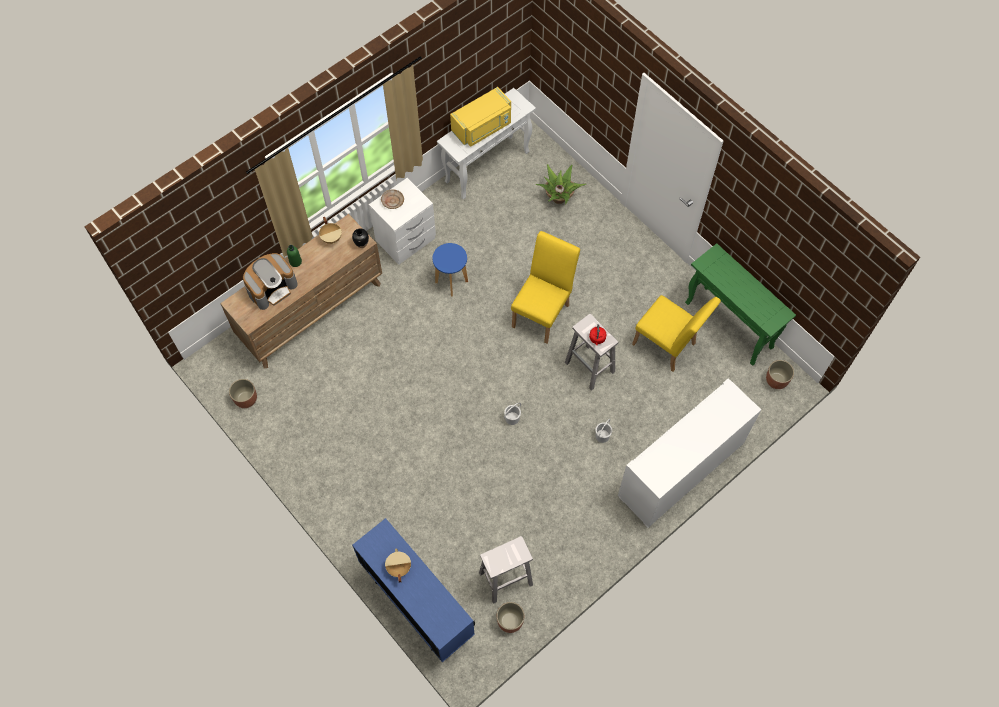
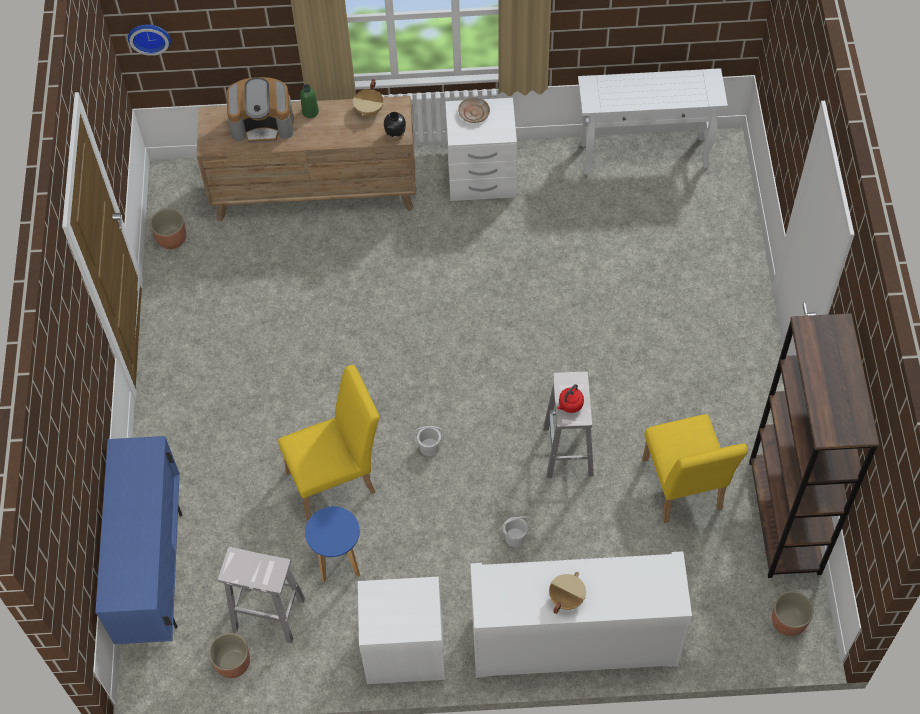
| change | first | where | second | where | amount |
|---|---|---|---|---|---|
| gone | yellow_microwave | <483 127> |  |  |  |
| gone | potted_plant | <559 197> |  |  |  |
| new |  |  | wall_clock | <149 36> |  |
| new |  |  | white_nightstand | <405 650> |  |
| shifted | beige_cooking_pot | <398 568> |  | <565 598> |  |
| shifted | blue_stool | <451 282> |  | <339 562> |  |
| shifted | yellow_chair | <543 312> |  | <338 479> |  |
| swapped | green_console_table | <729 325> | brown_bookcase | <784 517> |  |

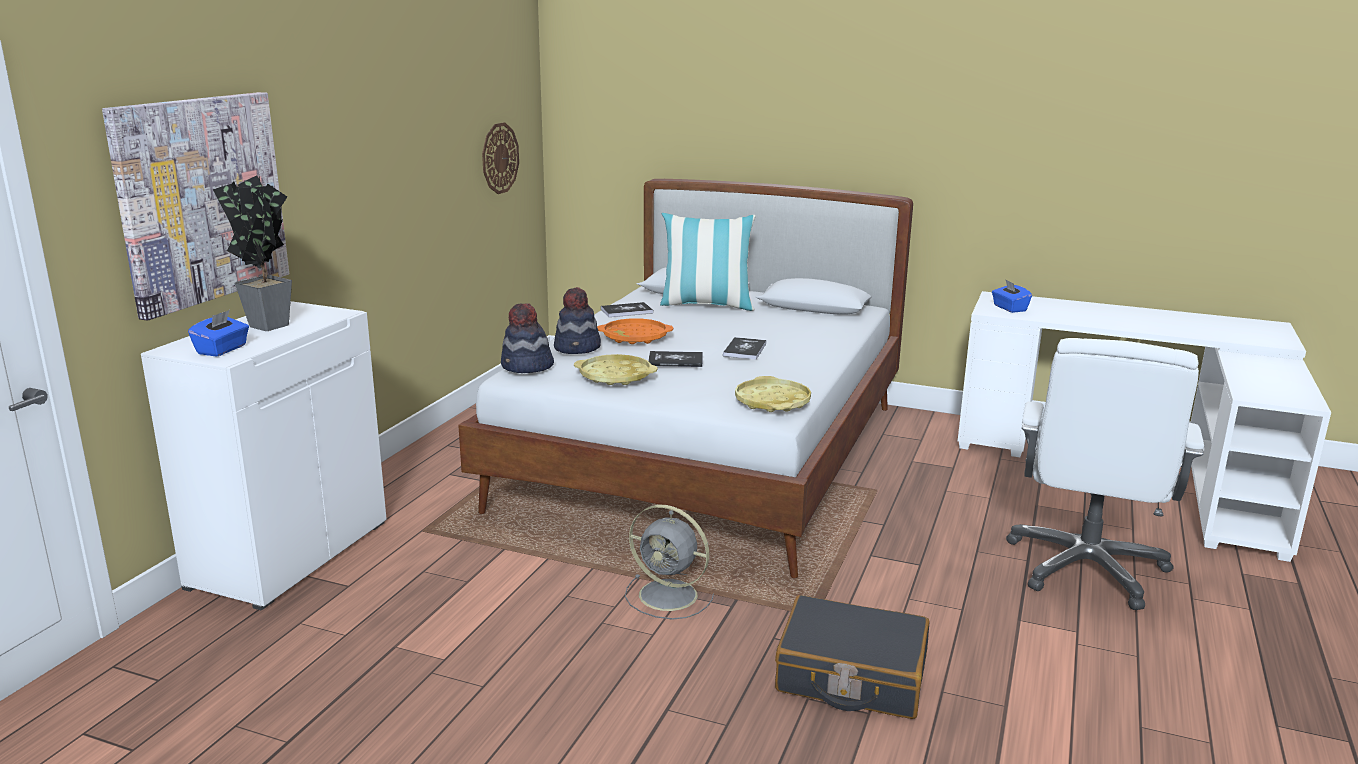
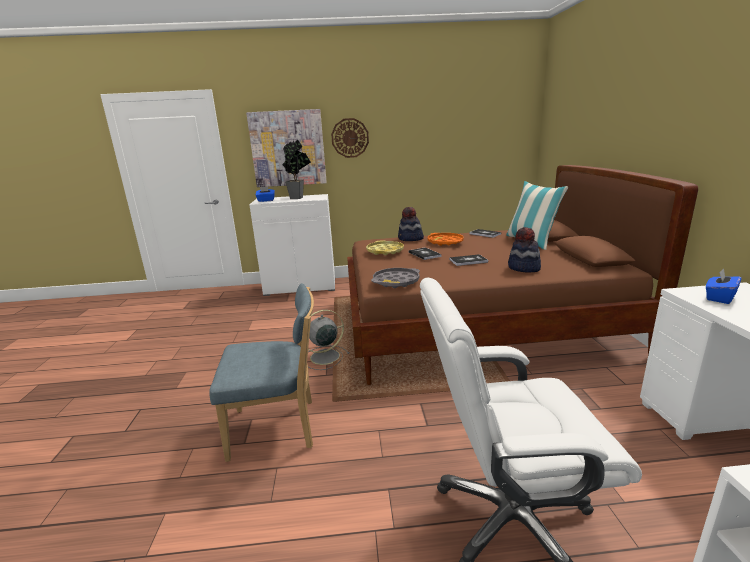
| change | first | where | second | where | amount |
|---|---|---|---|---|---|
| shifted | wall_clock | <499 158> |  | <350 138> |  |
| shifted | hat | <527 367> |  | <523 268> |  |
| swapped | black_suitcase | <851 676> | blue_chair | <278 428> |  |
| repainted | white_bed | <708 457> | brown_bed | <477 325> |  |
| repainted | yellow_tray | <772 402> | grey_tray | <396 281> |  |
| rotated | grey_fan | <670 596> |  | <323 357> | 60 degrees clockwise |

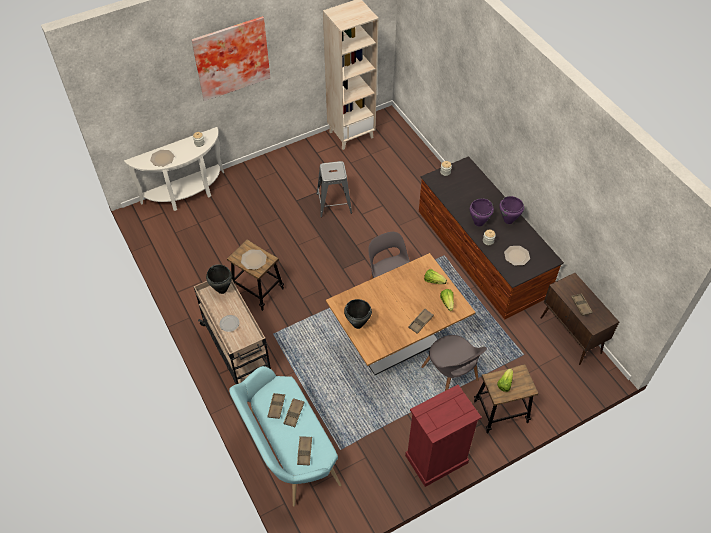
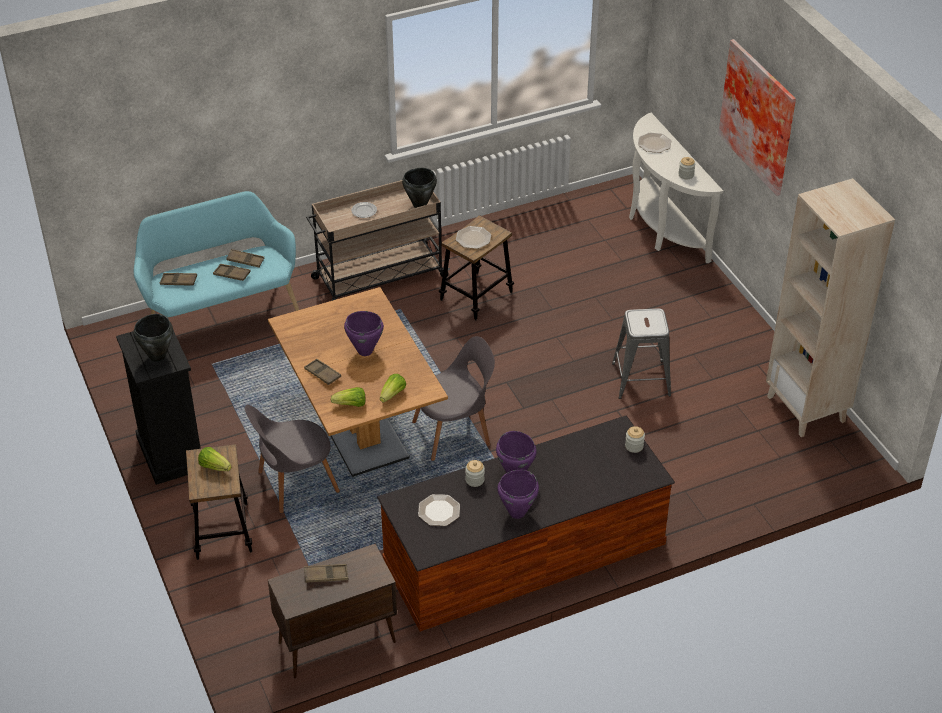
| change | first | where | second | where | amount |
|---|---|---|---|---|---|
| new |  |  | purple_cooking_pot | <365 351> |  |
| shifted | black_cooking_pot | <358 324> |  | <157 356> |  |
| repainted | red_dresser | <436 459> | black_dresser | <170 453> |  |

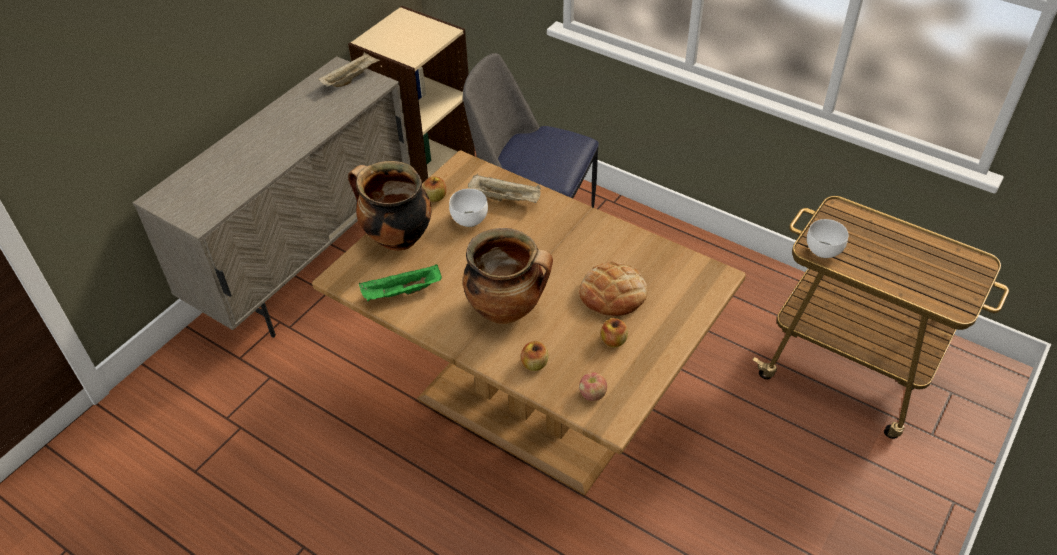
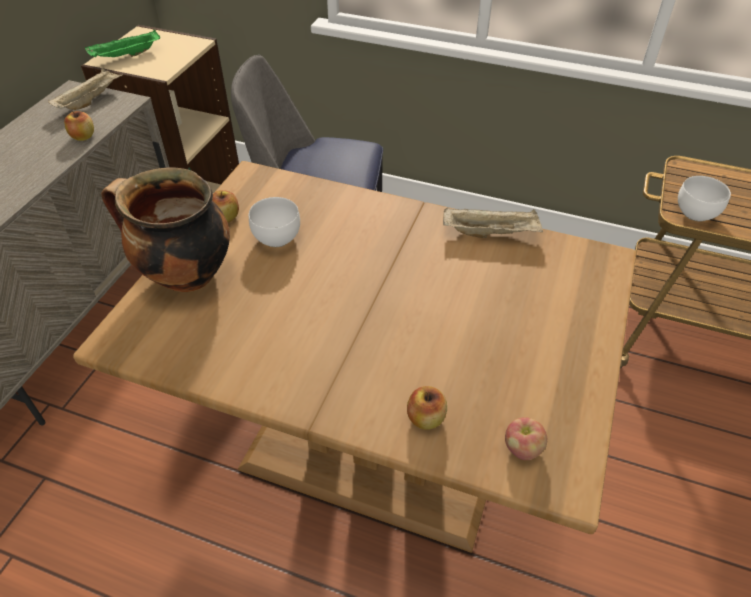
| change | first | where | second | where | amount |
|---|---|---|---|---|---|
| gone | cooking_pot | <507 309> |  |  |  |
| gone | bread | <613 293> |  |  |  |
| shifted | green_tray | <401 293> |  | <126 56> |  |
| shifted | beige_tray | <506 198> |  | <491 233> |  |
| shifted | apple | <613 341> |  | <83 136> |  |

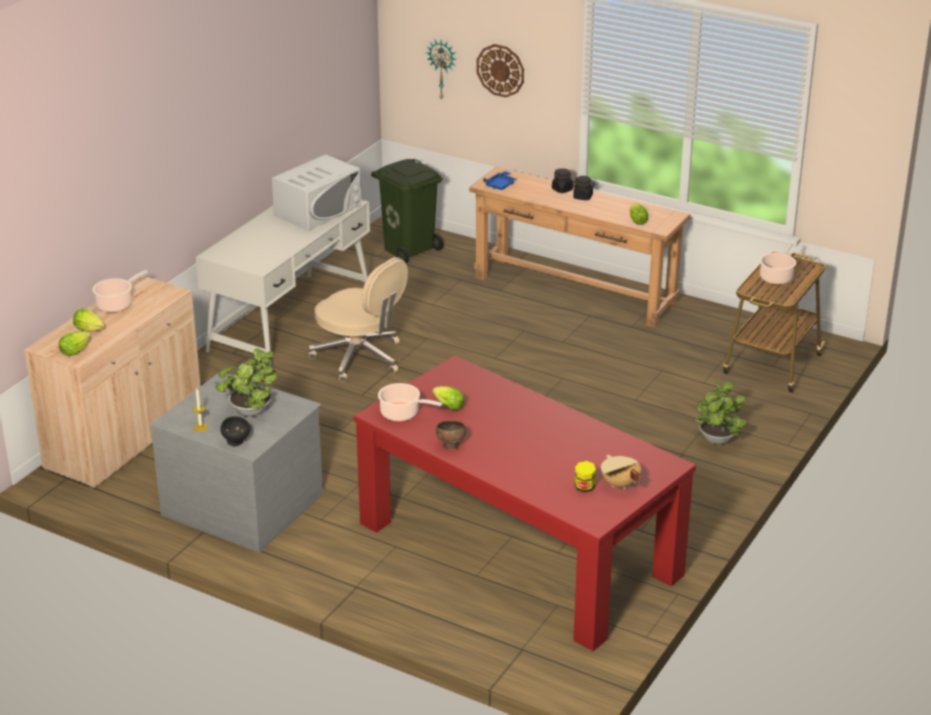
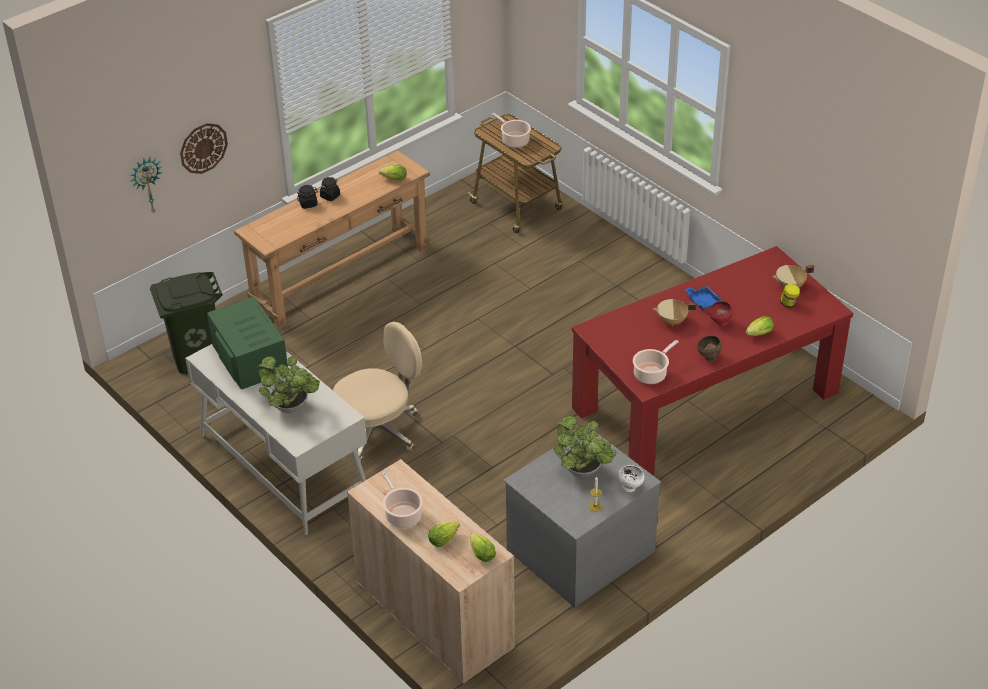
| change | first | where | second | where | amount |
|---|---|---|---|---|---|
| new |  |  | beige_cooking_pot | <672 321> |  |
| new |  |  | red_bowl | <720 323> |  |
| shifted | lettuce | <447 406> |  | <758 334> |  |
| shifted | blue_tray | <501 185> |  | <702 301> |  |
| shifted | potted_plant | <717 441> |  | <292 407> |  |
| repainted | black_bowl | <236 443> | white_bowl | <630 487> |  |
| repainted | white_microwave | <318 210> | green_microwave | <250 358> |  |

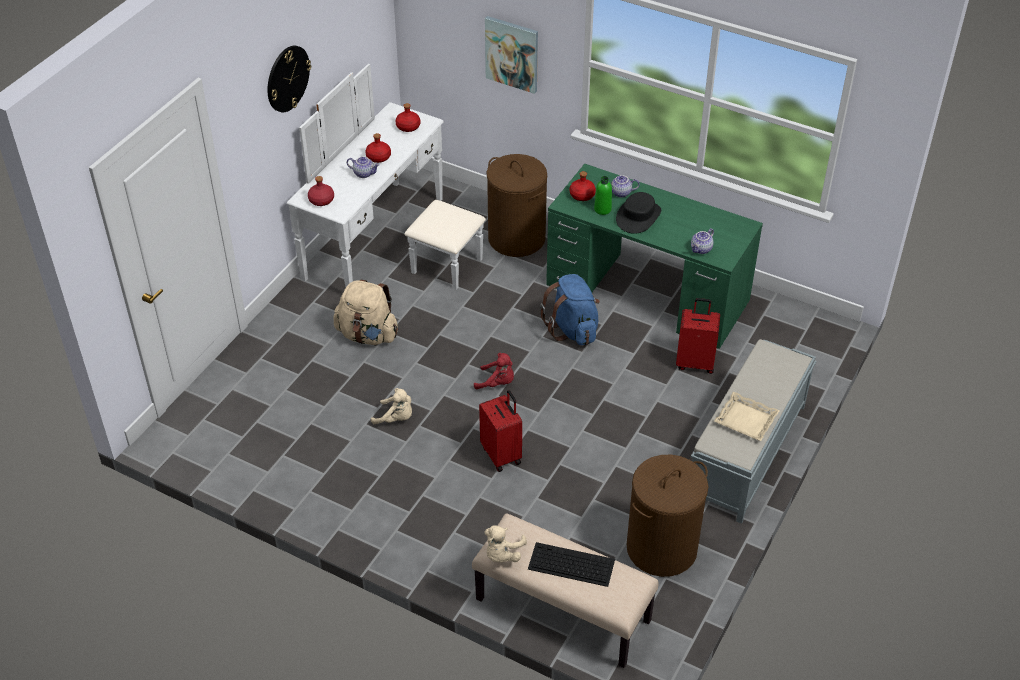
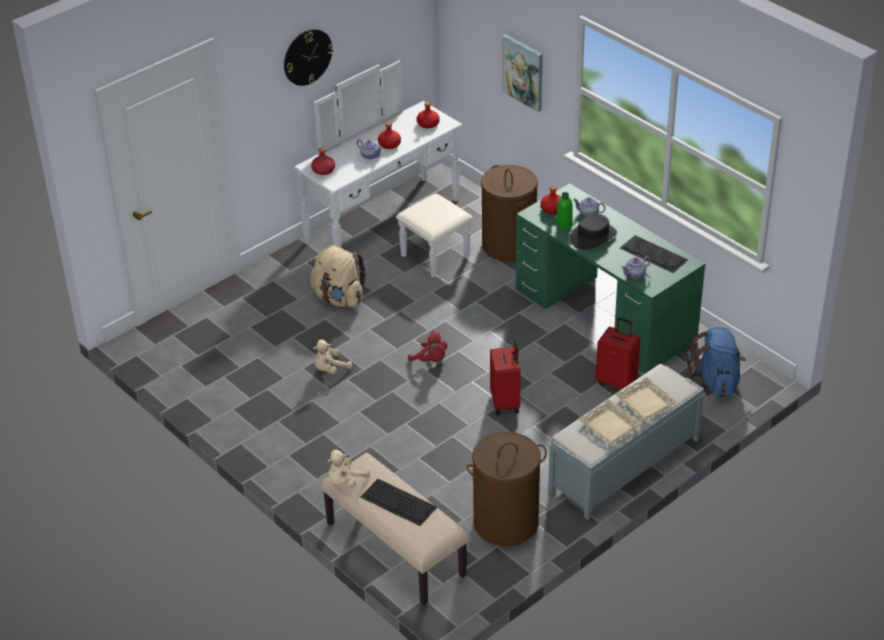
| change | first | where | second | where | amount |
|---|---|---|---|---|---|
| new |  |  | beige_tray | <645 402> |  |
| new |  |  | keyboard | <654 254> |  |
| shifted | red_suitcase | <502 455> |  | <506 402> |  |
| shifted | blue_backpack | <573 329> |  | <716 382> |  |
| rotated | beige_plush_toy | <396 418> |  | <330 369> | 105 degrees clockwise |

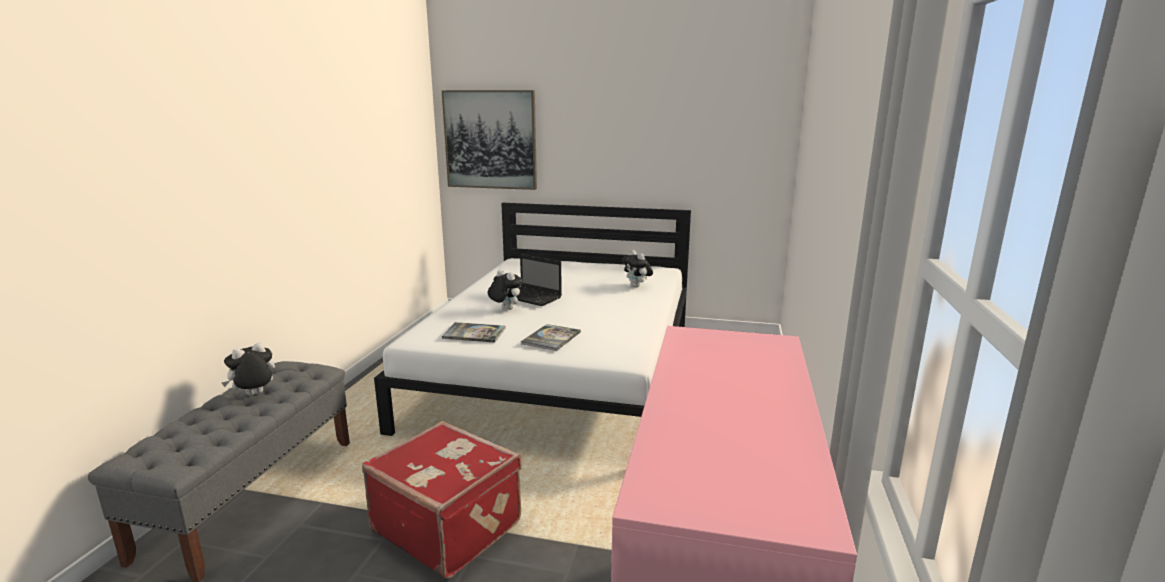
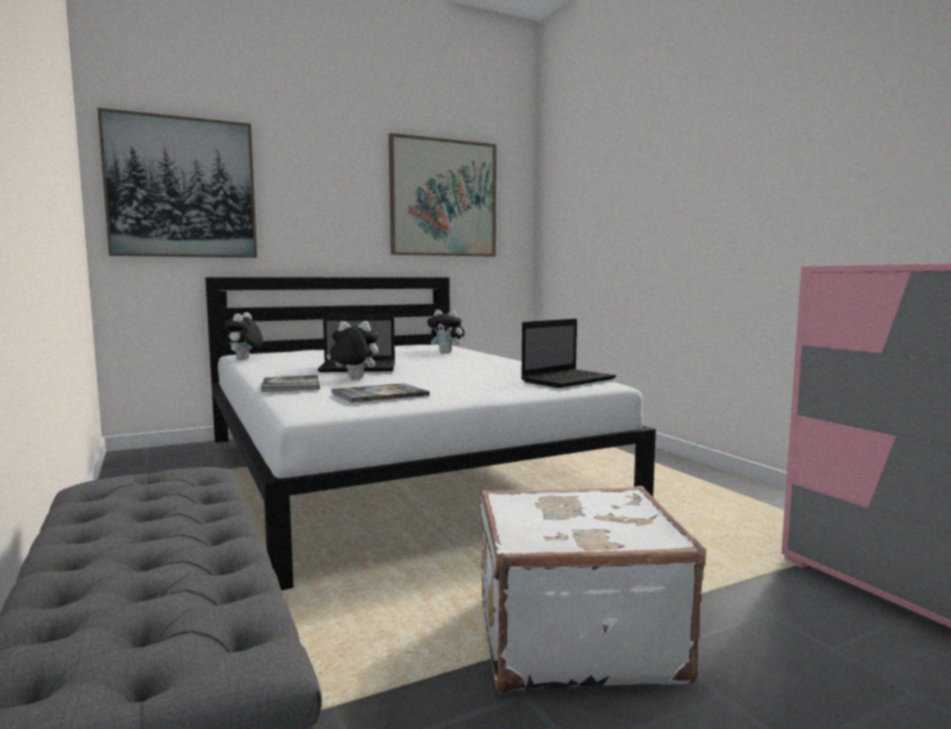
| change | first | where | second | where | amount |
|---|---|---|---|---|---|
| new |  |  | picture | <443 198> |  |
| new |  |  | laptop | <569 380> |  |
| shifted | plush_toy | <254 395> |  | <244 359> |  |
| shifted | book | <551 338> |  | <291 385> |  |
| repainted | red_suitcase | <448 526> | white_suitcase | <573 637> |  |

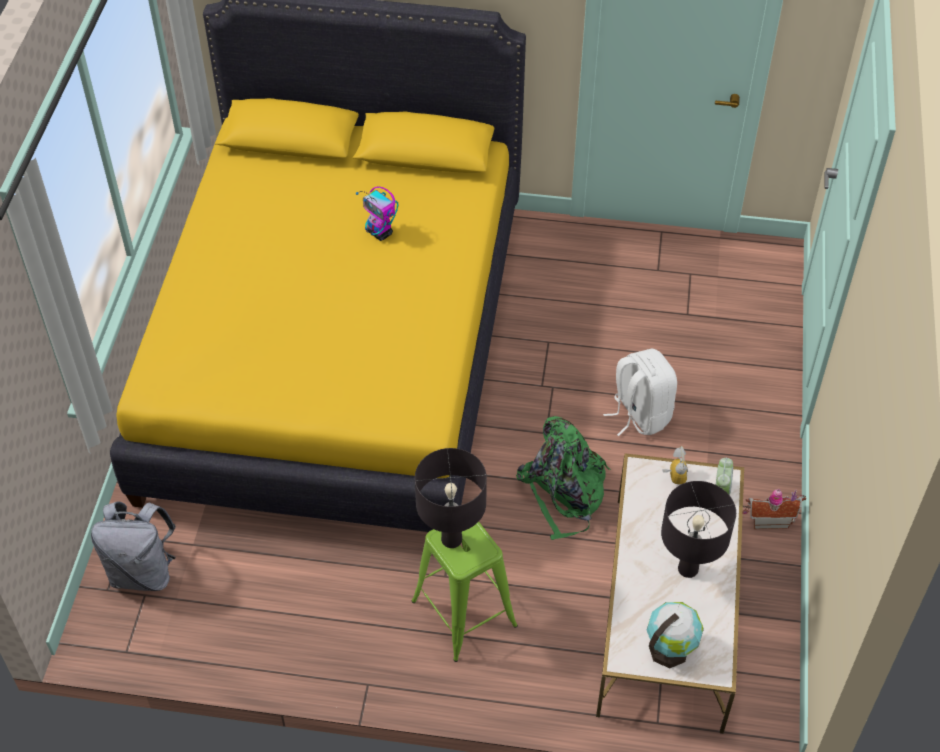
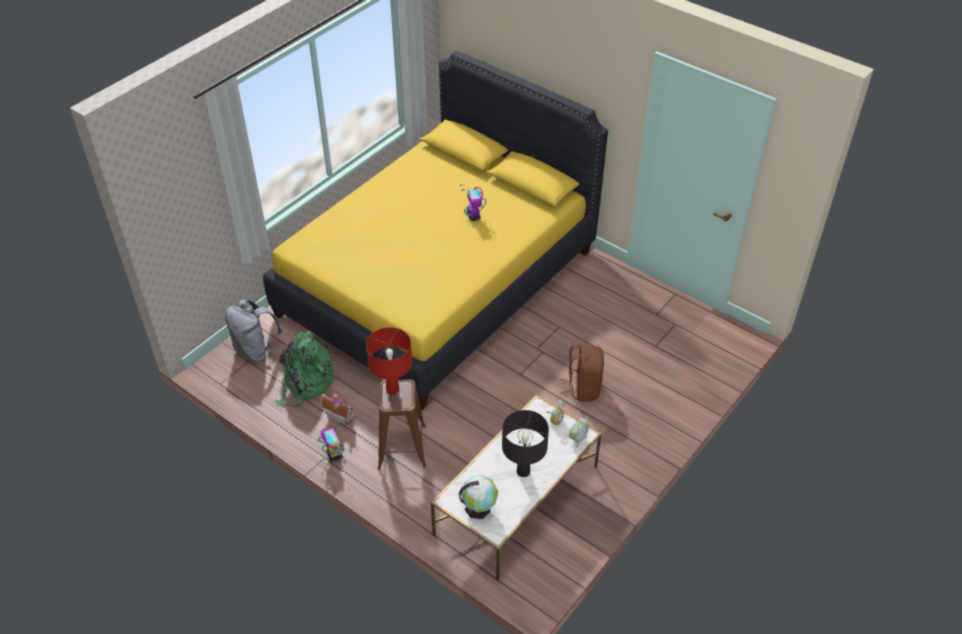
| change | first | where | second | where | amount |
|---|---|---|---|---|---|
| new |  |  | toy_robot | <334 455> |  |
| shifted | green_backpack | <564 492> |  | <305 382> |  |
| shifted | toy_house | <768 519> |  | <340 416> |  |
| repainted | green_stool | <463 612> | brown_stool | <402 446> |  |
| repainted | black_table_lamp | <451 539> | red_table_lamp | <393 389> |  |
| repainted | white_backpack | <639 414> | brown_backpack | <583 388> |  |

